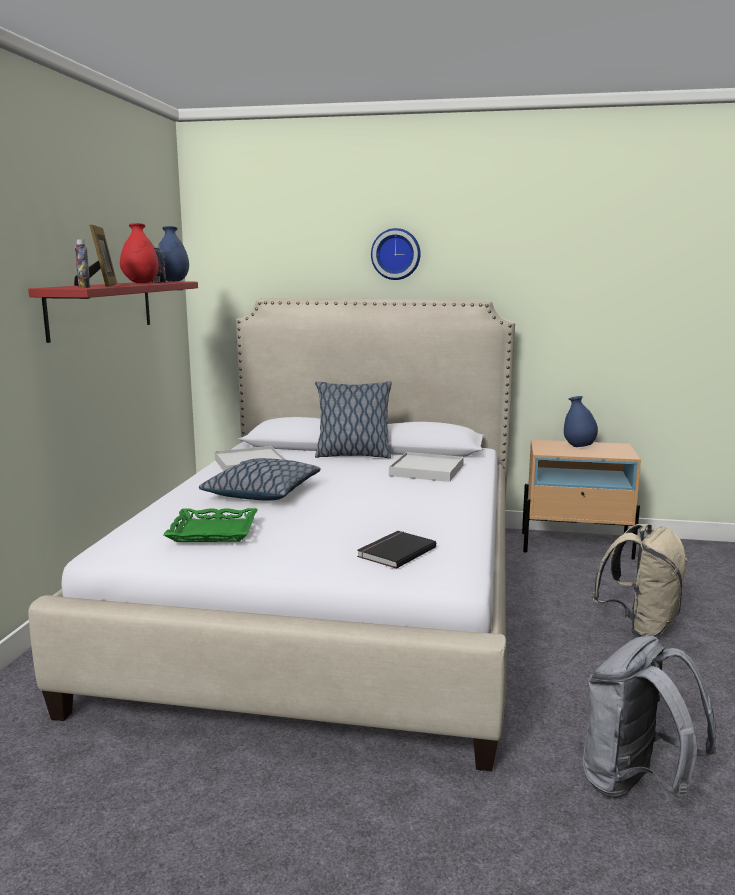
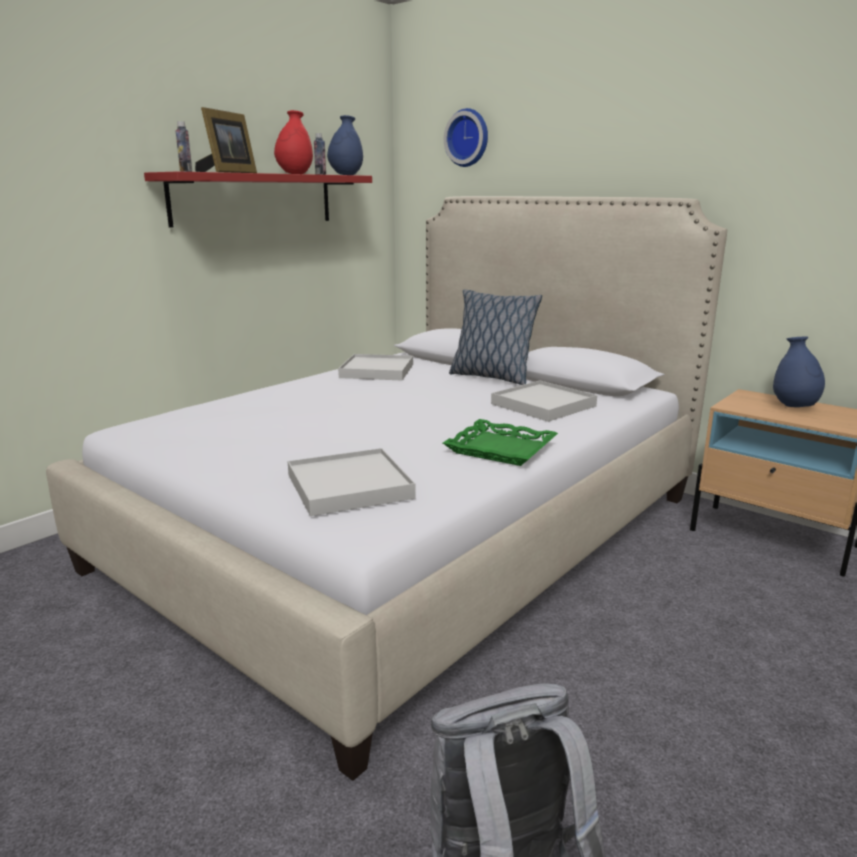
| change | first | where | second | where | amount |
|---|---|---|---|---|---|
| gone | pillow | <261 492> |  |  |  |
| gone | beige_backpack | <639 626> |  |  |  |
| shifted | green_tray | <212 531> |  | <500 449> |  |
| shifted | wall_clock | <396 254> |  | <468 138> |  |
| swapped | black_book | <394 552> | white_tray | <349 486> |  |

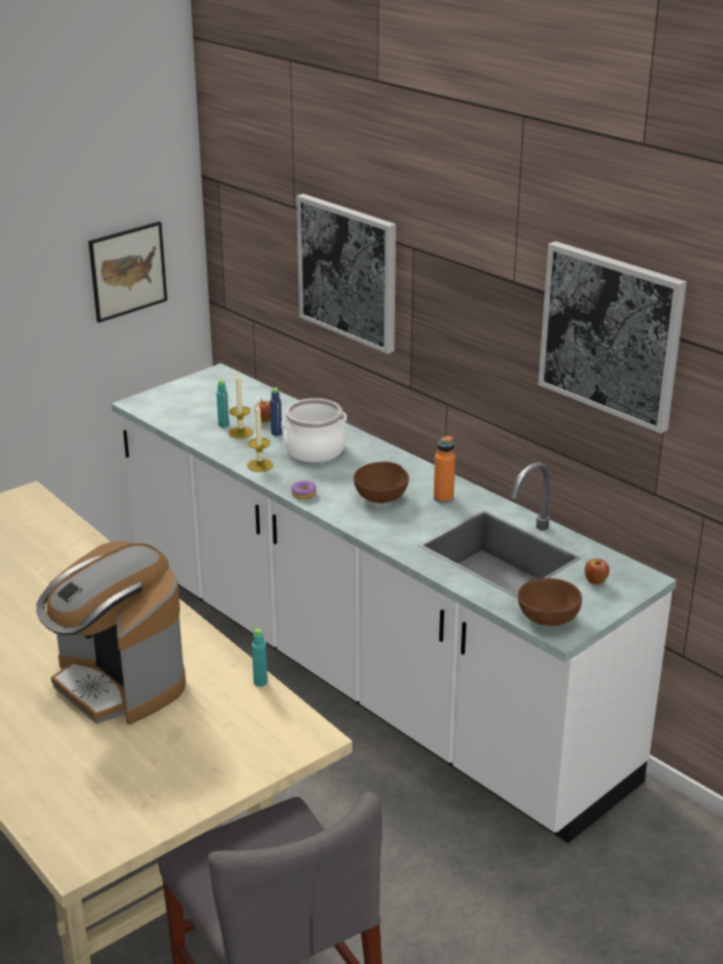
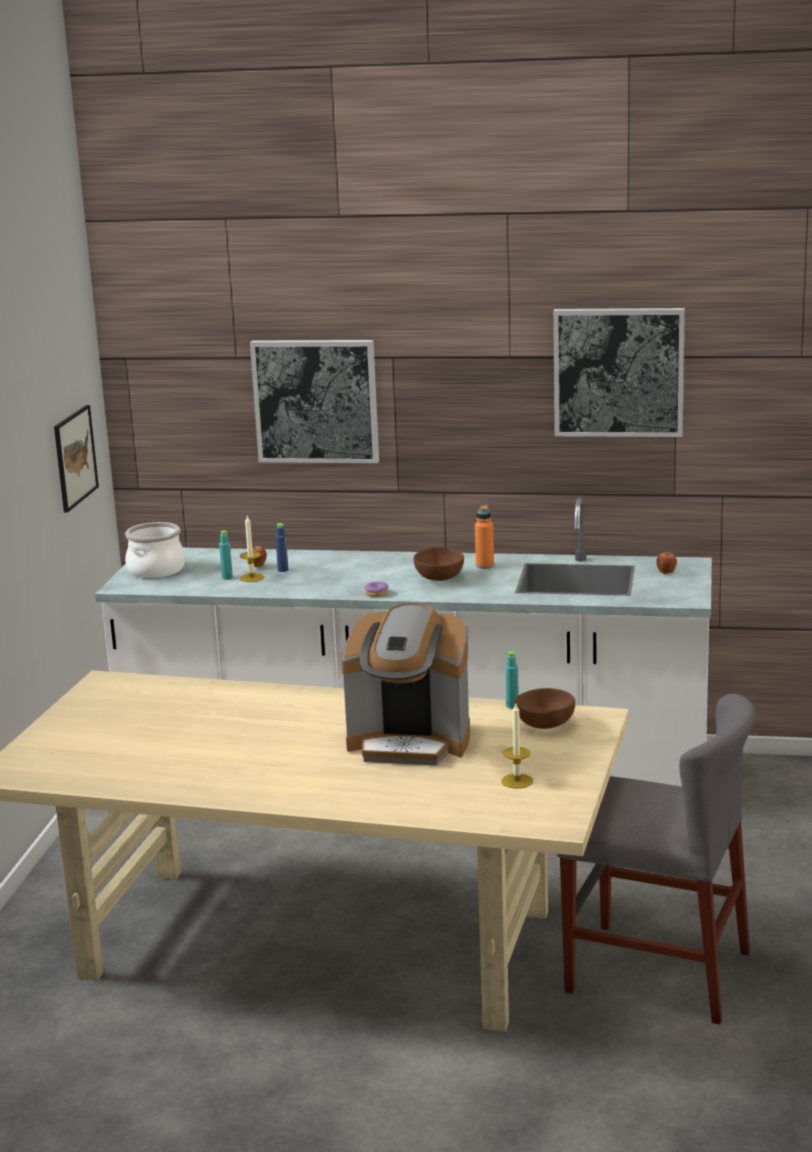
| change | first | where | second | where | amount |
|---|---|---|---|---|---|
| shifted | candle | <260 465> |  | <517 781> |  |
| shifted | cooking_pot | <314 450> |  | <157 570> |  |
| shifted | brown_bowl | <546 620> |  | <545 726> |  |

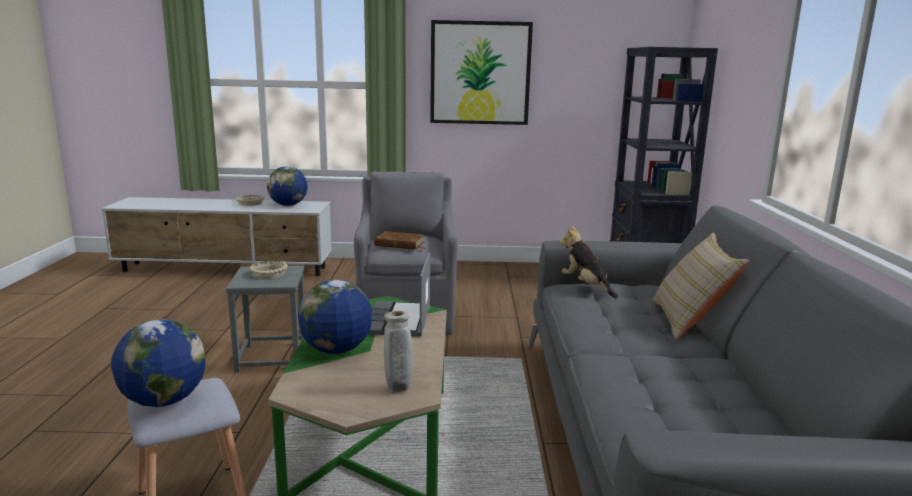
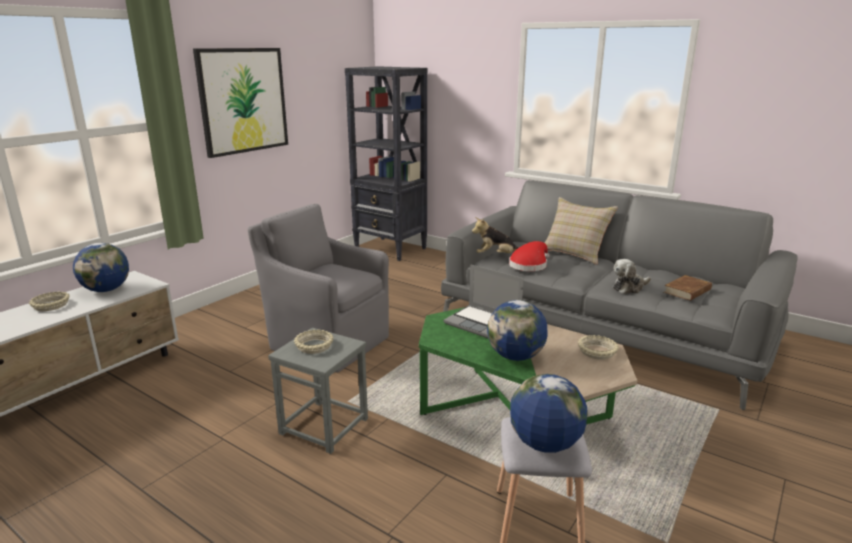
| change | first | where | second | where | amount |
|---|---|---|---|---|---|
| new |  |  | red_hat | <529 265> |  |
| new |  |  | plush_toy | <629 288> |  |
| shifted | brown_book | <399 244> |  | <687 291> |  |
| swapped | beige_vase | <398 390> | beige_bowl | <597 352> |  |

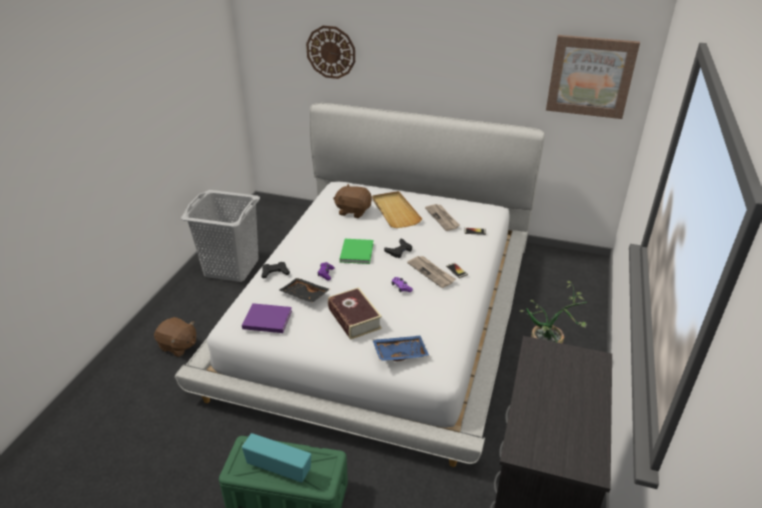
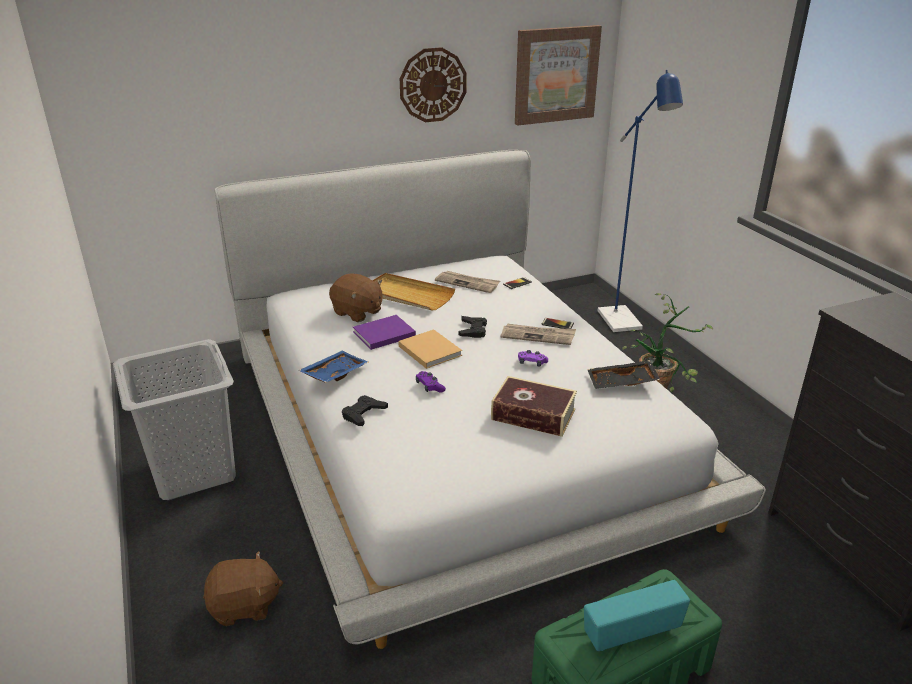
| change | first | where | second | where | amount |
|---|---|---|---|---|---|
| new |  |  | blue_floor_lamp | <623 324> |  |
| shifted | purple_book | <266 319> |  | <382 334> |  |
| shifted | black_tray | <304 295> |  | <622 383> |  |
| shifted | wall_clock | <331 52> |  | <433 85> |  |
| shifted | blue_tray | <400 352> |  | <334 373> |  |
| repainted | green_book | <357 252> | beige_book | <429 350> |  |
| rotated | brown_plush_toy | <353 211> |  | <357 312> | 120 degrees counterclockwise |

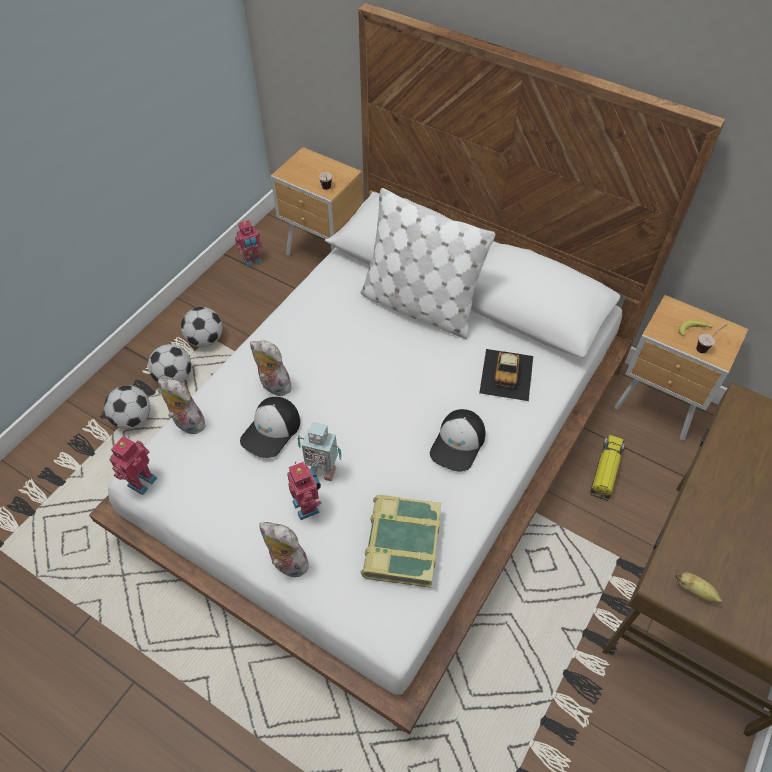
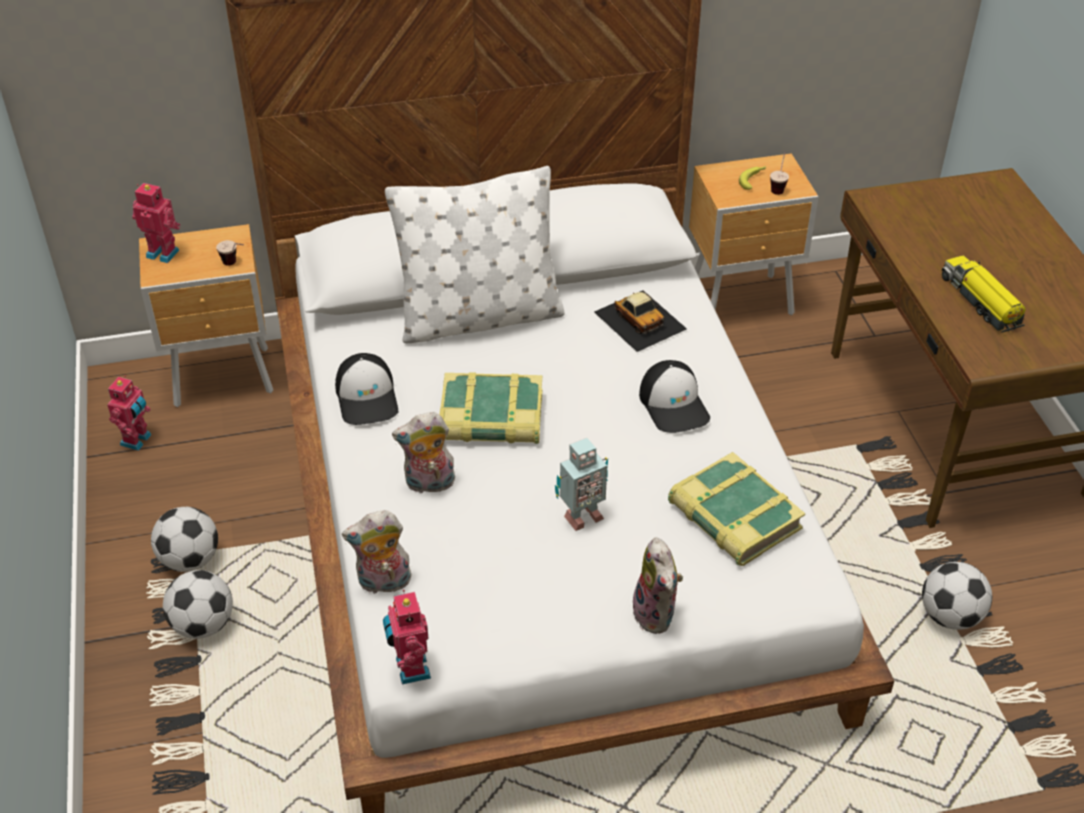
| change | first | where | second | where | amount |
|---|---|---|---|---|---|
| gone | banana | <695 591> |  |  |  |
| new |  |  | book | <491 418> |  |
| shifted | football | <133 419> |  | <950 616> |  |
| shifted | cap | <271 431> |  | <367 397> |  |
| shifted | toy_robot | <308 506> |  | <164 252> |  |
| shifted | toy_truck | <605 471> |  | <981 302> |  |
| rotated | plush_toy | <286 564> |  | <657 615> | 90 degrees counterclockwise |

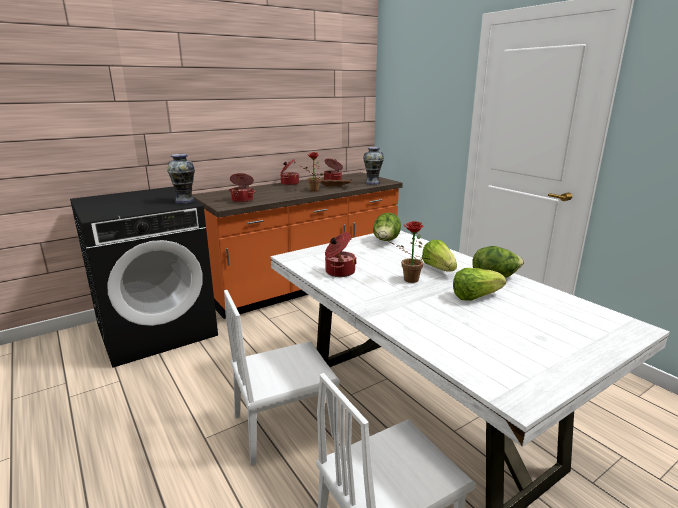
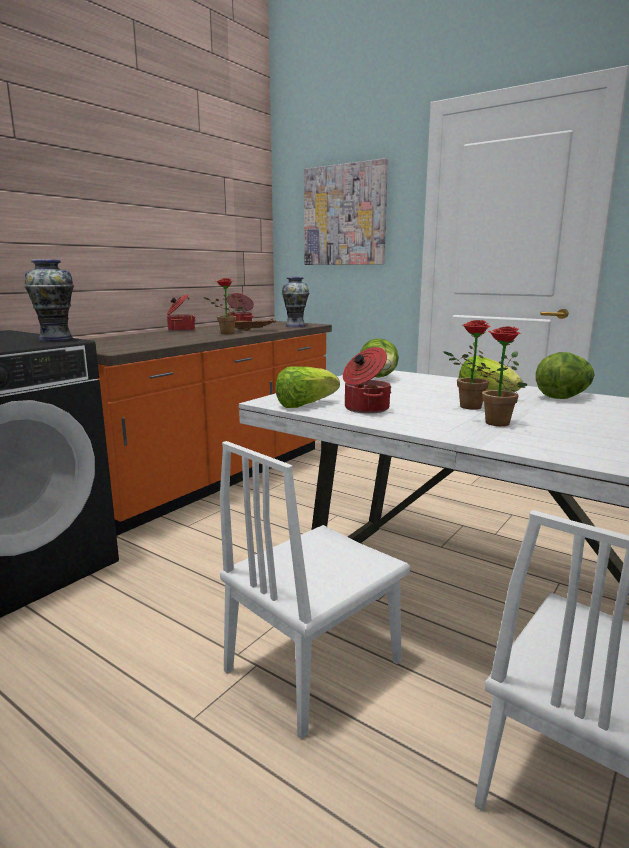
| change | first | where | second | where | amount |
|---|---|---|---|---|---|
| gone | cooking_pot | <243 200> |  |  |  |
| new |  |  | picture | <345 215> |  |
| new |  |  | potted_plant | <491 423> |  |
| shifted | lettuce | <475 297> |  | <305 405> |  |

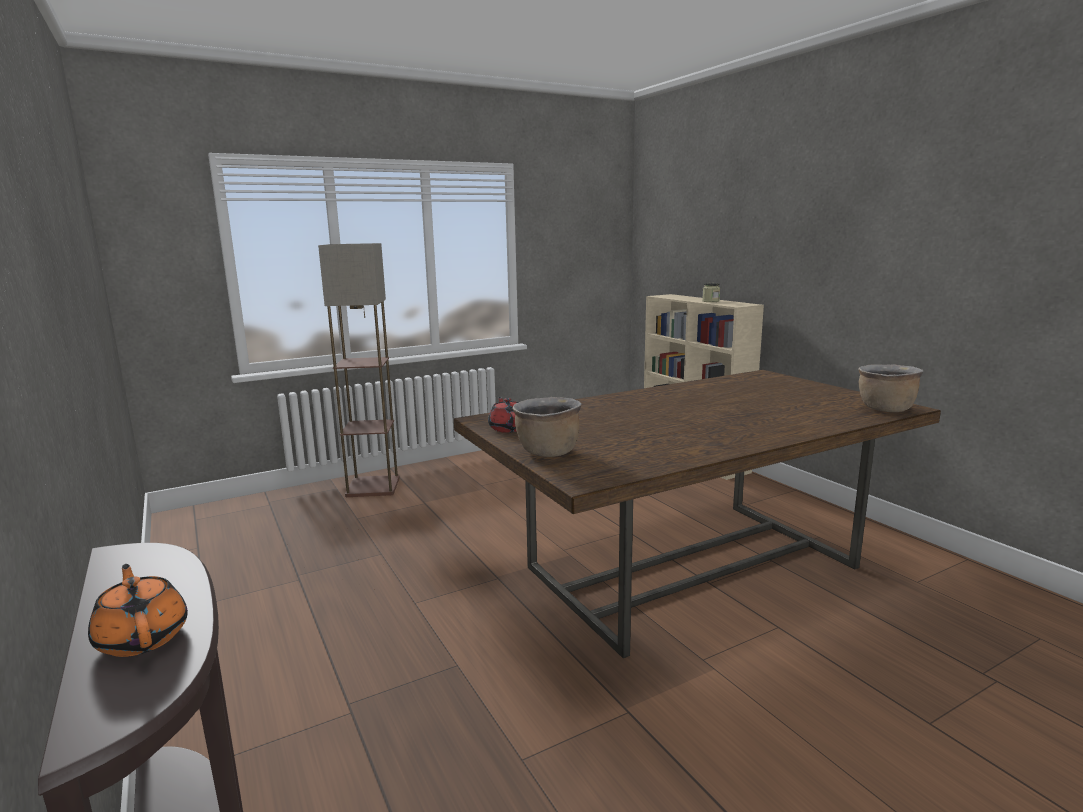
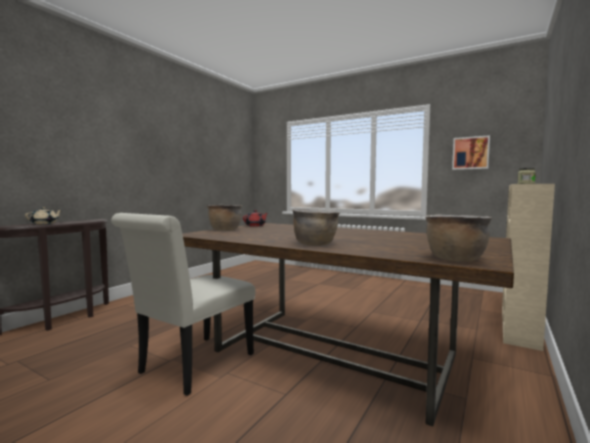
| change | first | where | second | where | amount |
|---|---|---|---|---|---|
| gone | floor_lamp | <374 487> |  |  |  |
| new |  |  | white_chair | <192 366> |  |
| new |  |  | brown_cooking_pot | <315 244> |  |
| new |  |  | picture | <470 153> |  |
| repainted | orange_teapot | <143 637> | beige_teapot | <45 223> |  |

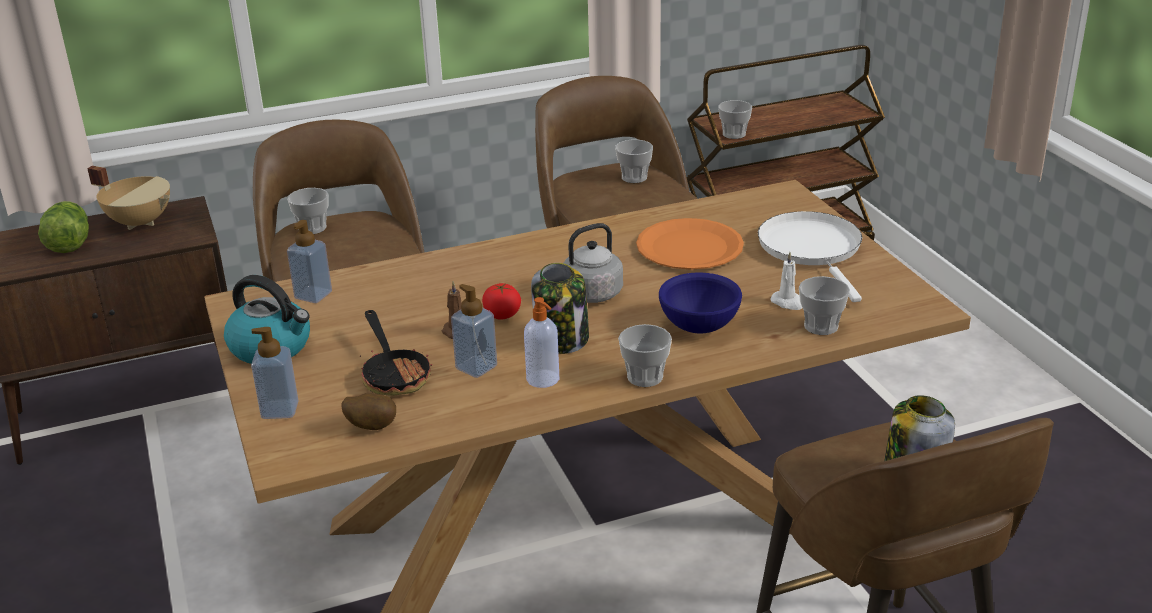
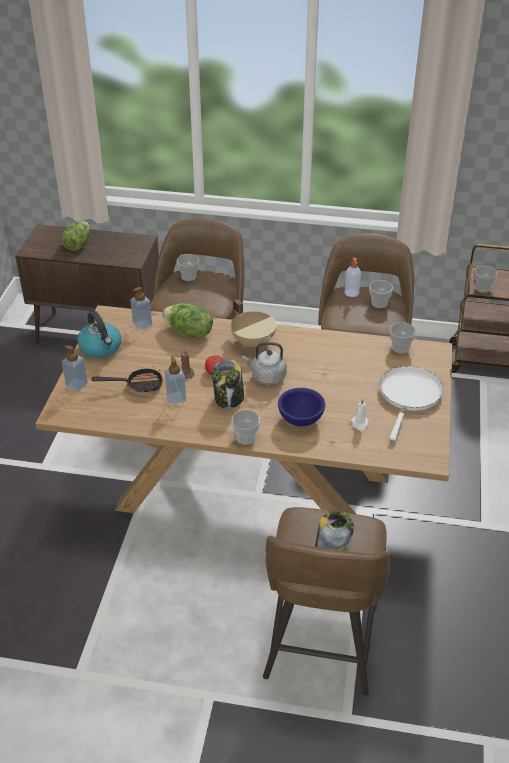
| change | first | where | second | where | amount |
|---|---|---|---|---|---|
| gone | potato | <372 426> |  |  |  |
| gone | orange_plate | <689 247> |  |  |  |
| new |  |  | lettuce | <189 332> |  |
| shifted | beige_cooking_pot | <140 222> |  | <253 342> |  |
| shifted | soap_dispenser | <543 379> |  | <351 293> |  |
| shifted | cup | <821 326> |  | <400 348> |  |
| rotated | frying_pan | <394 374> |  | <138 386> | 105 degrees counterclockwise |

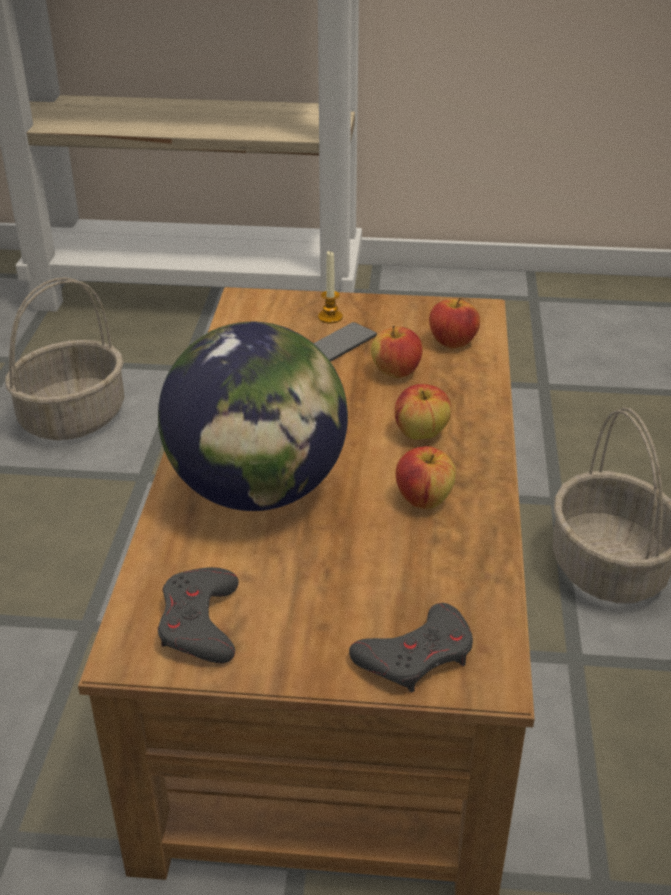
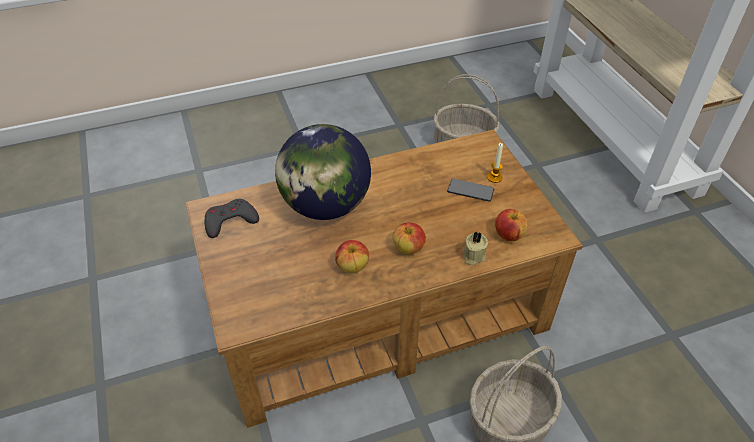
| change | first | where | second | where | amount |
|---|---|---|---|---|---|
| gone | grey_game_controller | <417 655> |  |  |  |
| gone | apple | <396 372> |  |  |  |
| new |  |  | beige_candle | <473 256> |  |

